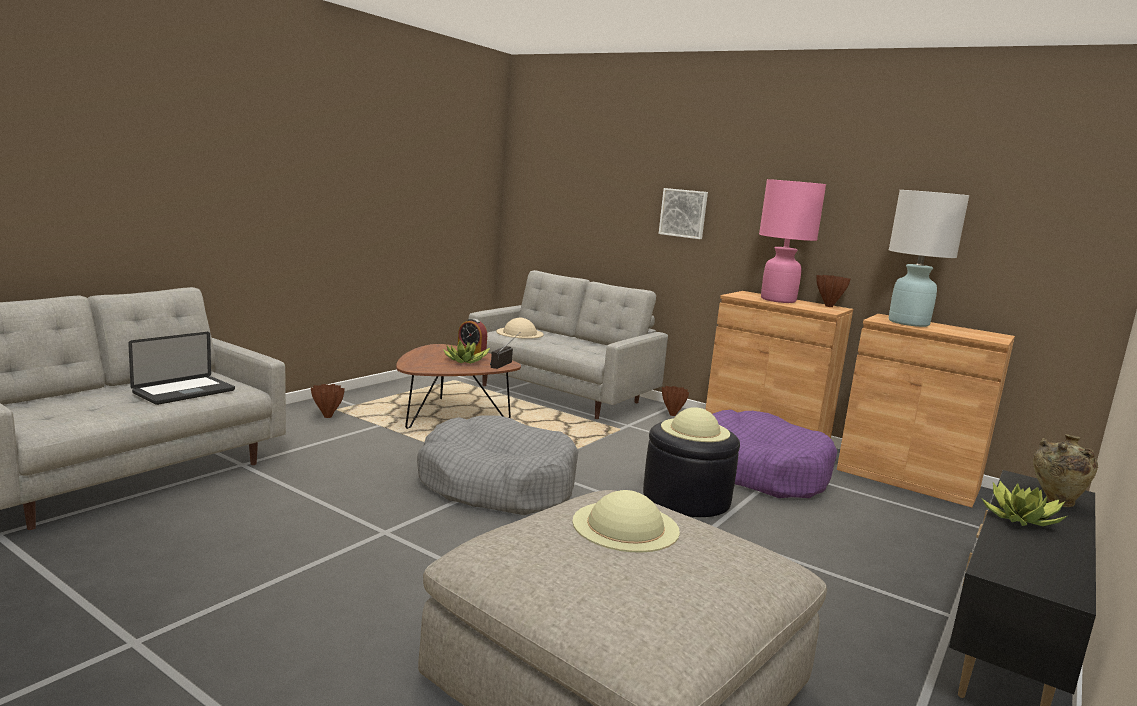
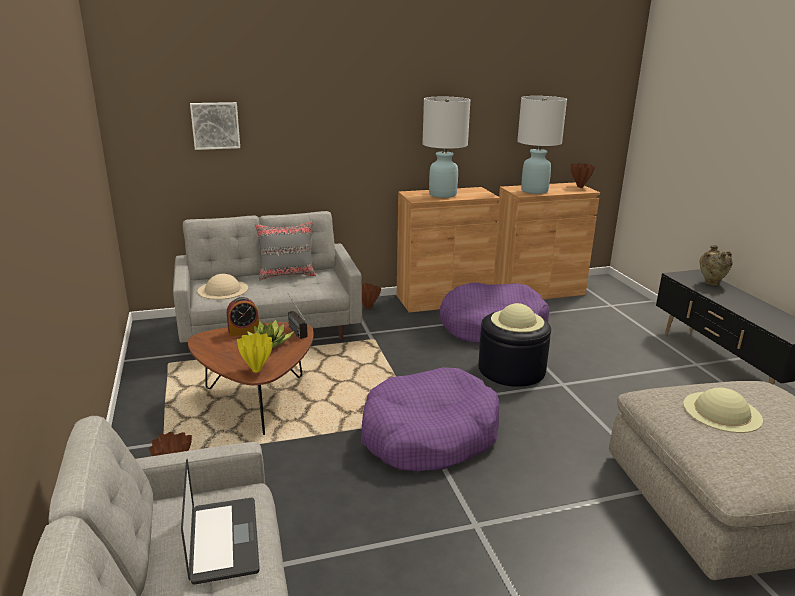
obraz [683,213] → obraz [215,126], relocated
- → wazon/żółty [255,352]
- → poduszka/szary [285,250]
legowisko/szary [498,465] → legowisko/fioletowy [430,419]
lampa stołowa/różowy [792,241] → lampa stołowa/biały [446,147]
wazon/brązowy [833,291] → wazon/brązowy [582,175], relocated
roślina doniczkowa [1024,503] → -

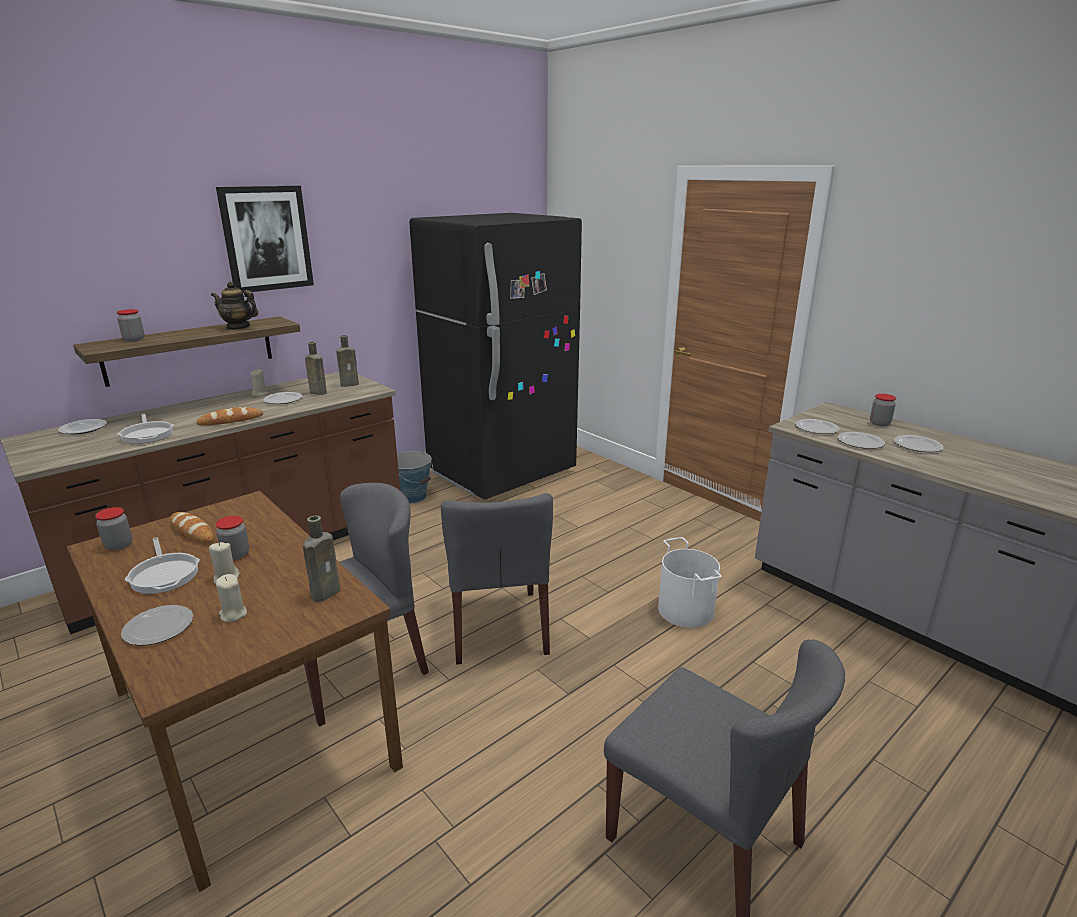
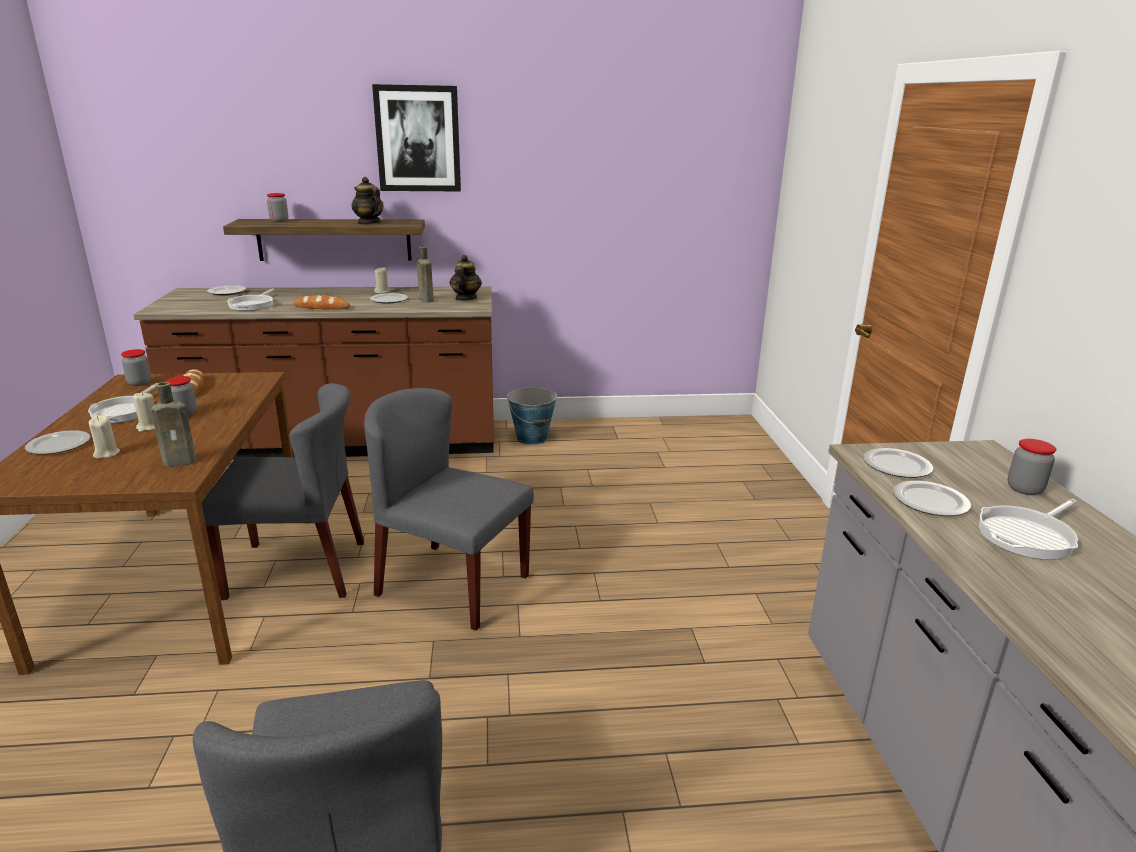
krzesło/szary [497,579] → krzesło/szary [449,509], 90 degrees clockwise
butelka/brązowy [347,361] → imbryk [466,278]
talerz [918,443] → patelnia [1028,529]
lodówka/czarny [495,356] → -
wiadro/biały [690,582] → -

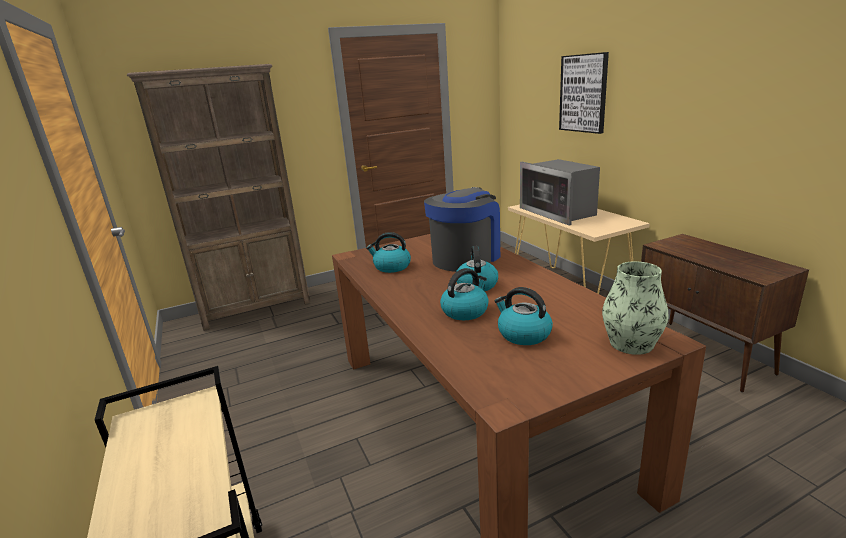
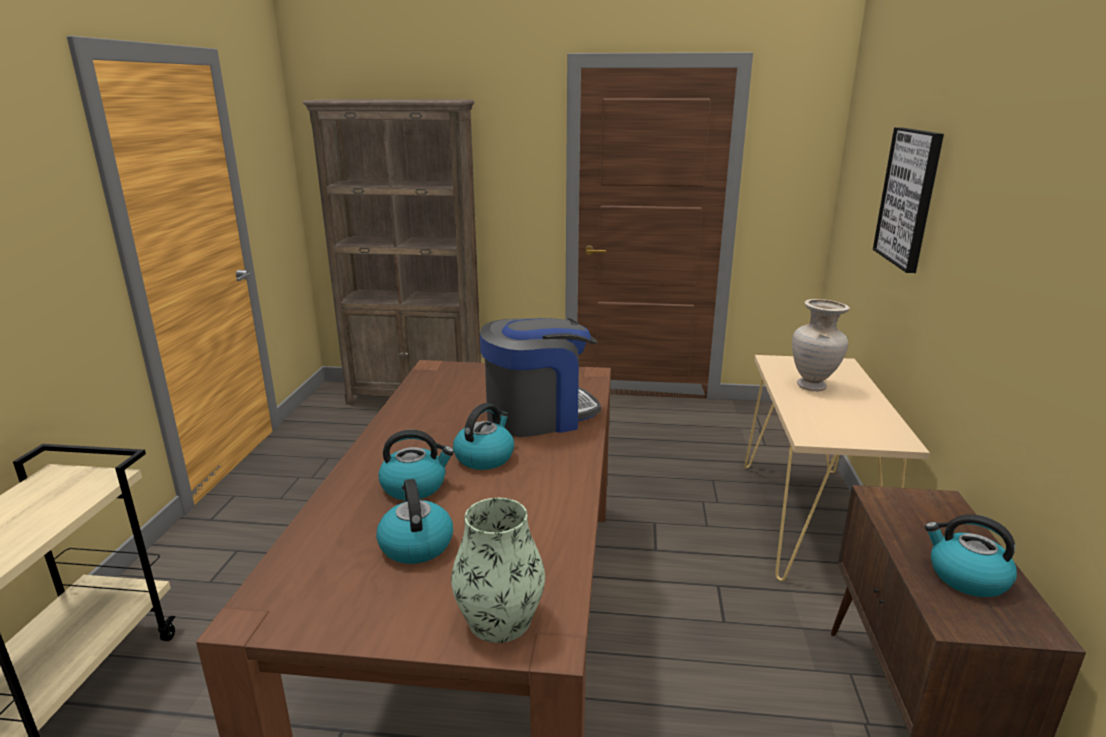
mikrofalówka [560,192] → wazon/beżowy [821,345]
czajnik [388,252] → czajnik [971,555], relocated

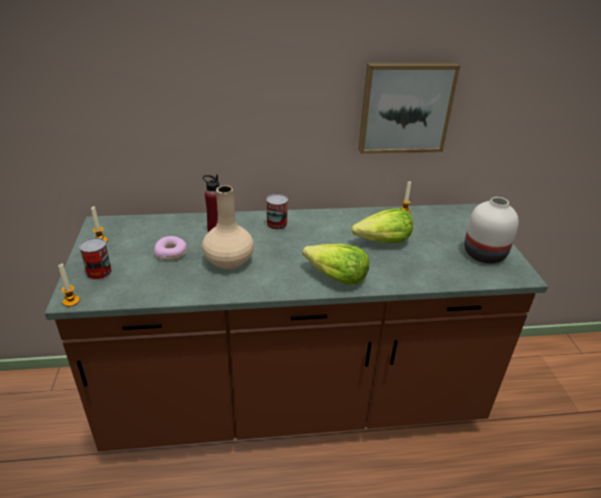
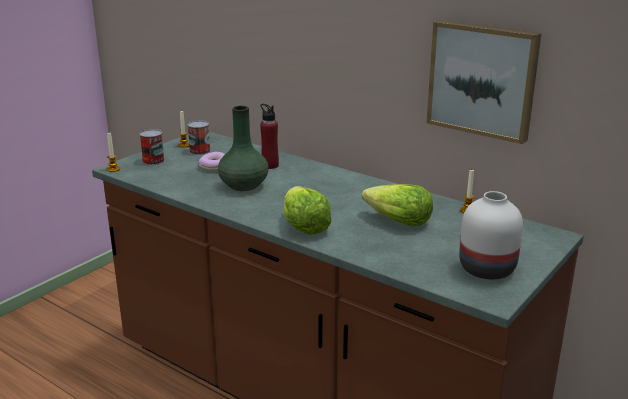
puszka [277,212] → puszka [199,137], relocated
wazon/beżowy [228,227] → wazon/zielony [243,148]

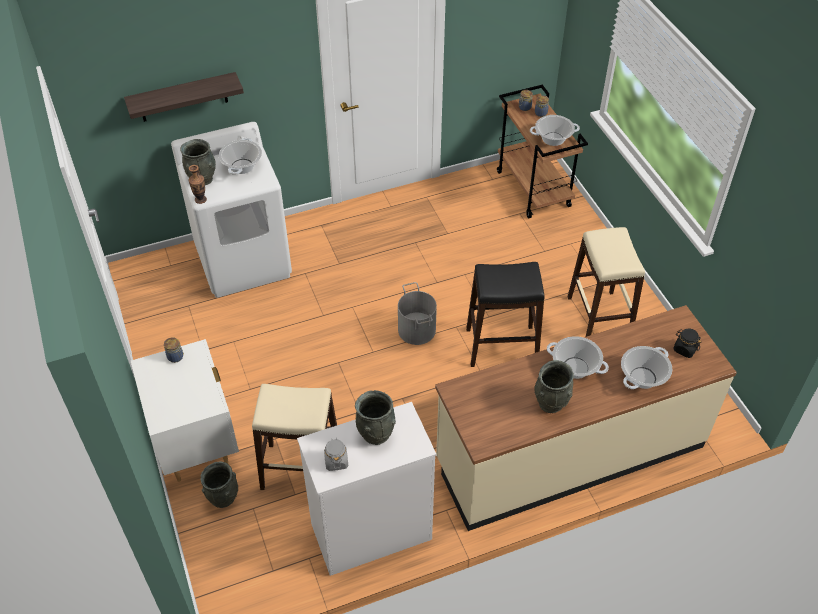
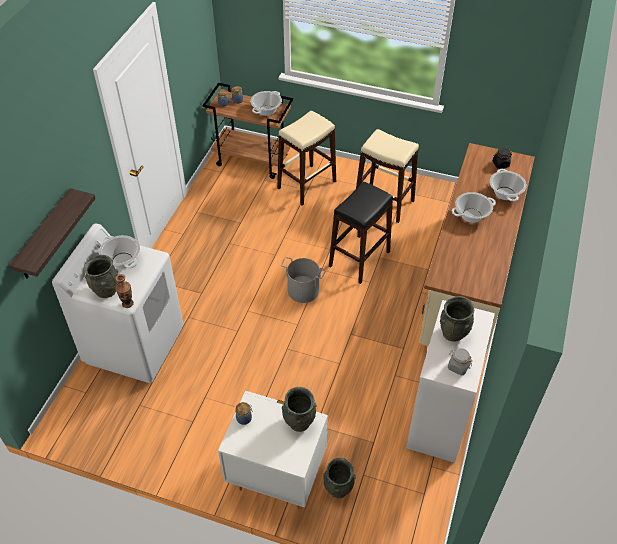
stołek/beżowy [294,437] → stołek/beżowy [306,158], relocated
wazon/szary [554,386] → wazon/szary [299,409], relocated

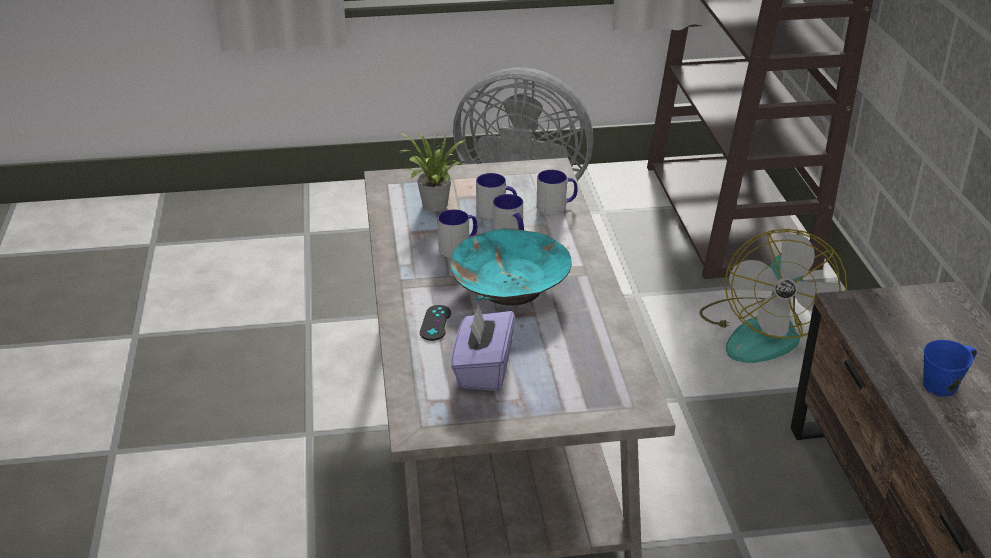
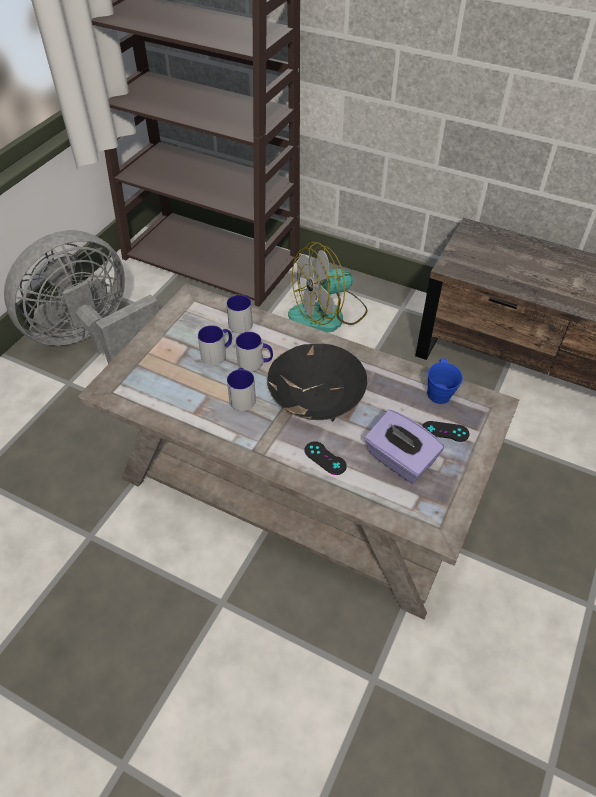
miska/turkusowy [511,266] → miska/czarny [317,382]
wentylator [773,296] → wentylator [327,287], 105 degrees clockwise
- → pad do gier/czarny [446,431]
kubek/niebieski [950,368] → kubek/niebieski [445,381], relocated
roślina doniczkowa [433,171] → -

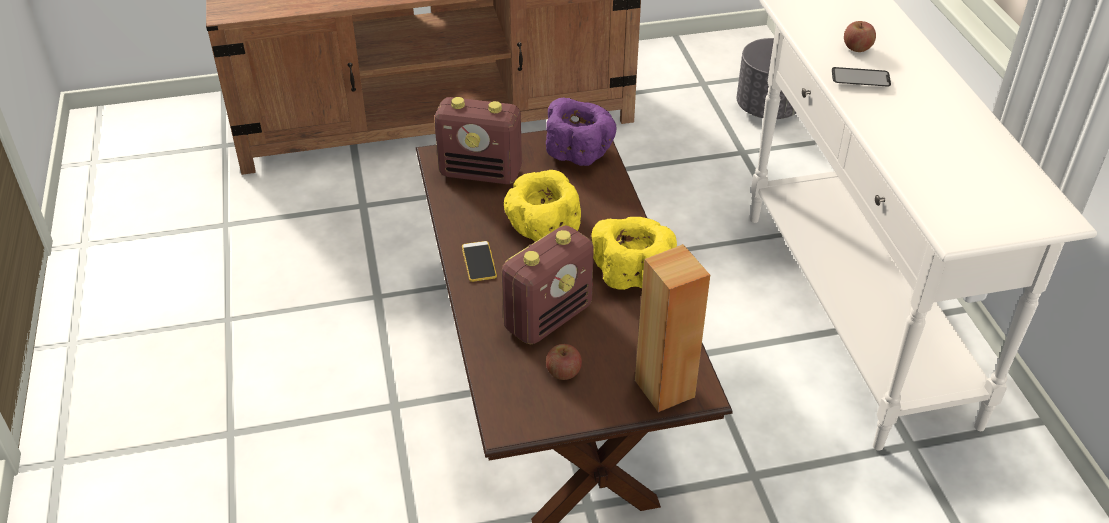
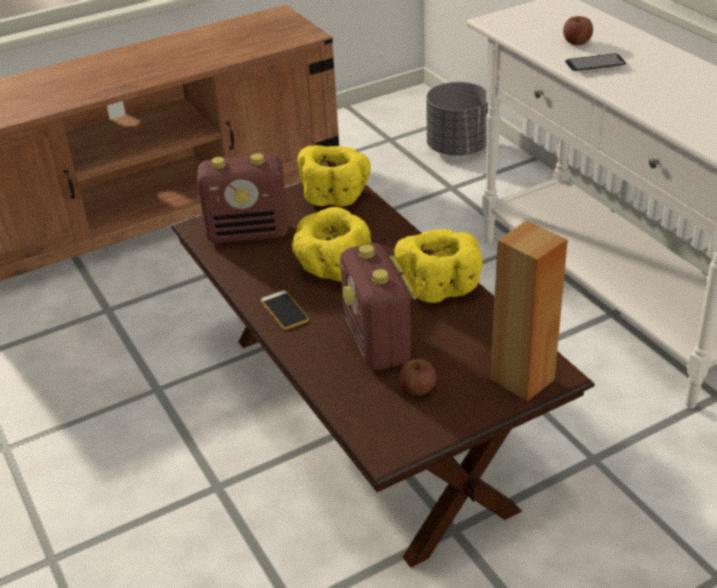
miska/fioletowy [581,132] → miska/żółty [334,176]
radio [548,285] → radio [378,306], 135 degrees clockwise

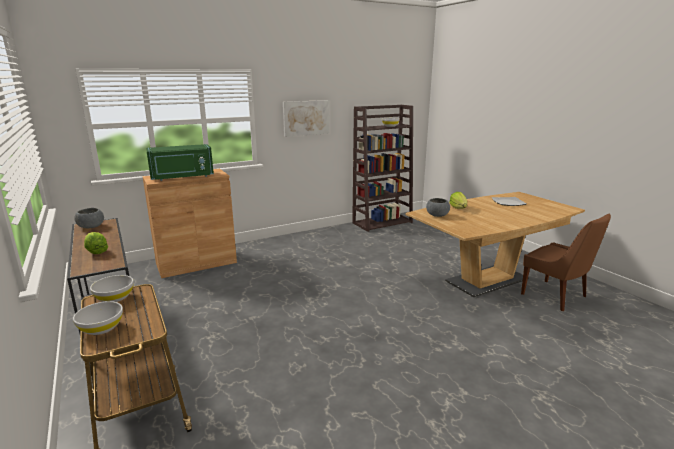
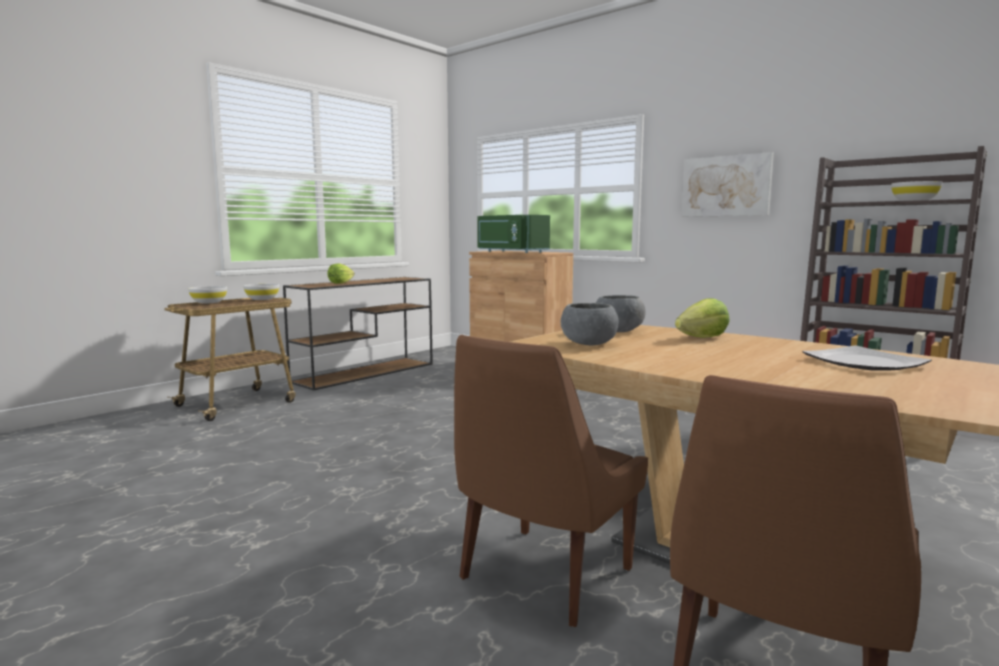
- → krzesło/brązowy [551,481]
miska/szary [89,218] → miska/szary [590,324], relocated

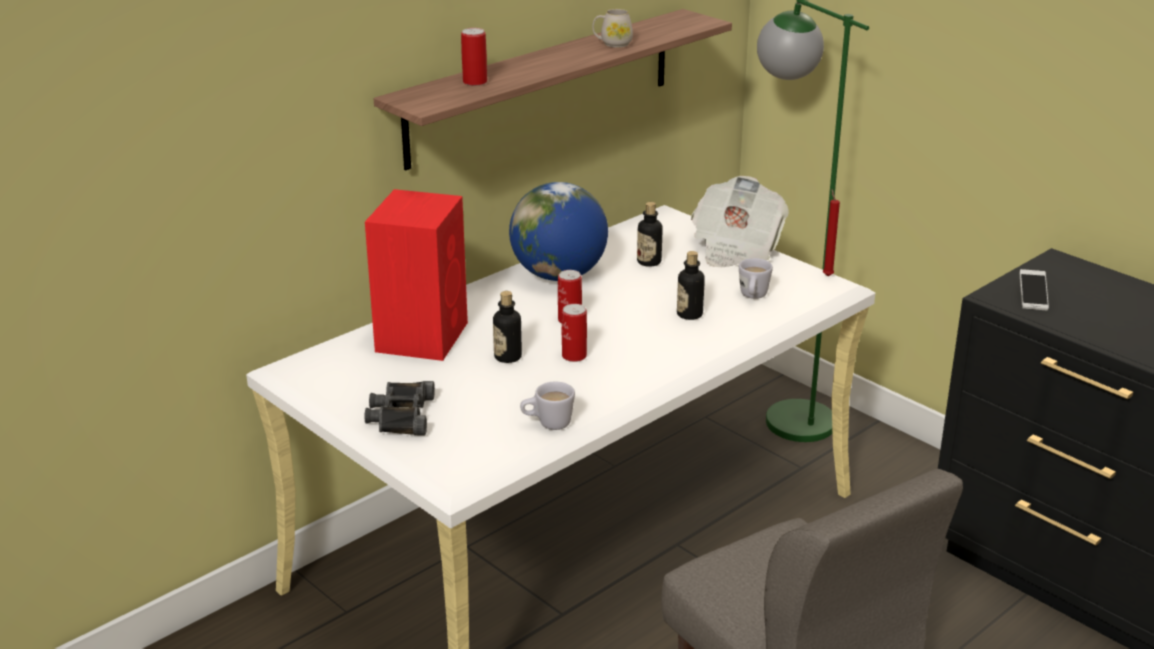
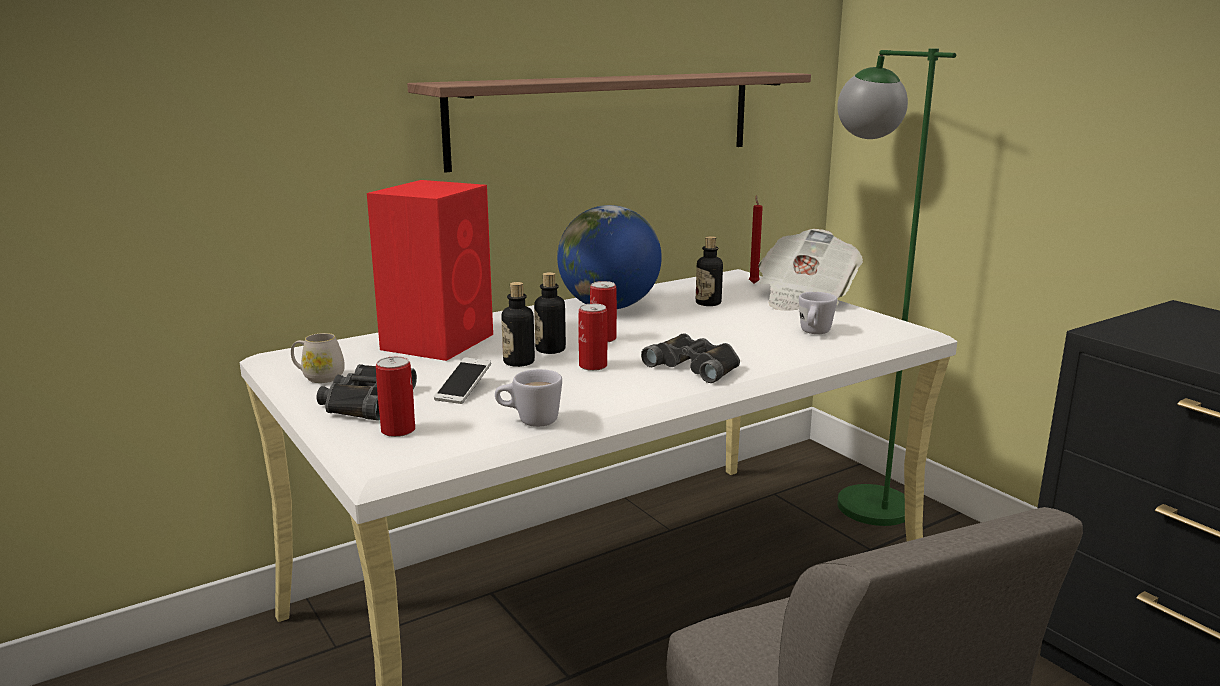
kubek/biały [612,28] → kubek/biały [318,358], relocated
puszka [474,57] → puszka [395,396], relocated
telefon [1034,289] → telefon [462,380], relocated
butelka [691,285] → butelka [550,313], relocated
- → lornetka/czarny [690,358]
świeca/czerwony [831,232] → świeca/czerwony [756,239], relocated

